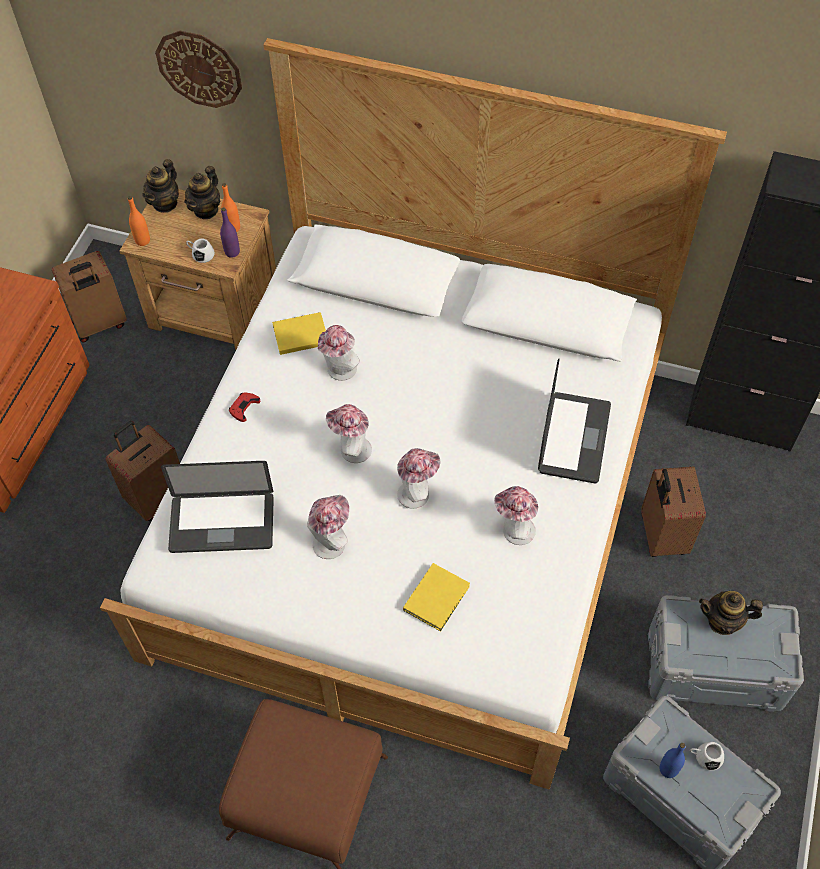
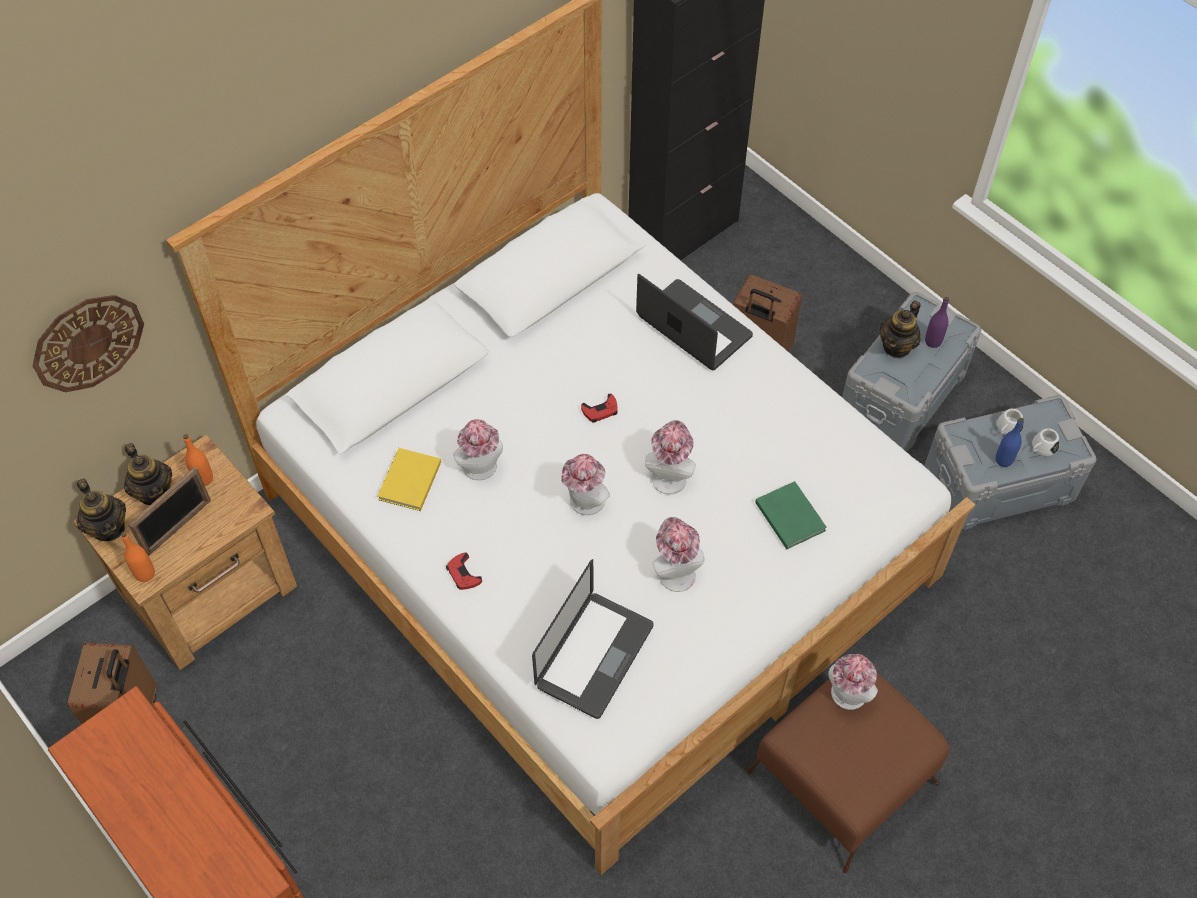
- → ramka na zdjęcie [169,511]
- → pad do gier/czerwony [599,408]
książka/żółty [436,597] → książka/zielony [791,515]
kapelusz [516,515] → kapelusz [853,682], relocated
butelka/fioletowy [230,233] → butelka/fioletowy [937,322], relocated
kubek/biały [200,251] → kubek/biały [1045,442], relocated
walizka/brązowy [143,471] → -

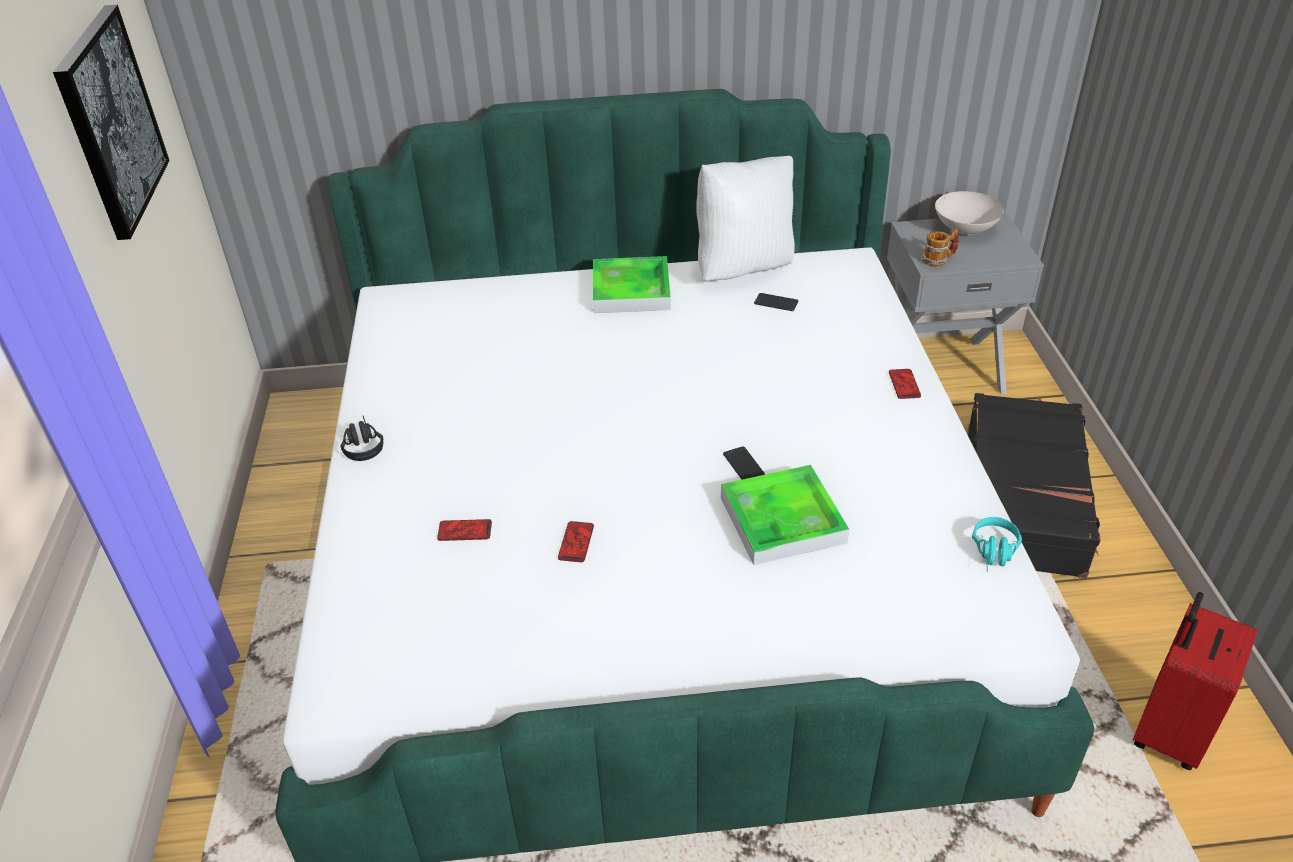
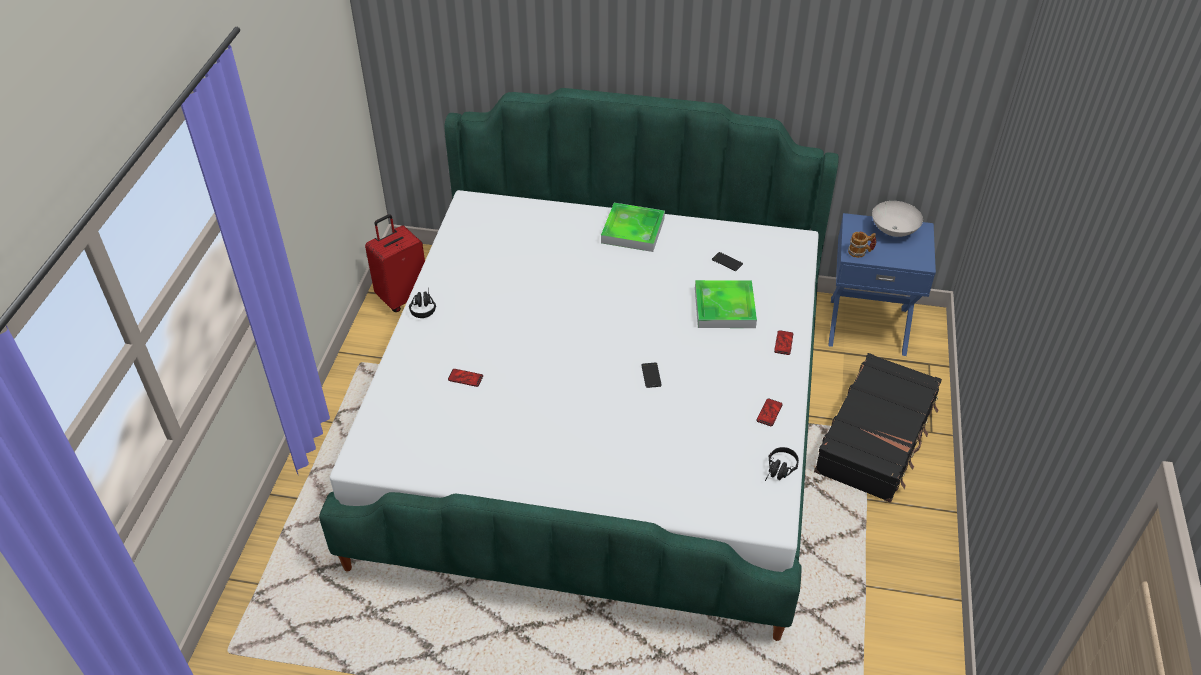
walizka/czerwony [1195,681] → walizka/czerwony [395,263], relocated
taca [785,515] → taca [726,304], relocated
telefon [576,541] → telefon [770,412], relocated
słuchawki/turkusowy [997,544] → słuchawki/czarny [782,464]
szafka nocna/szary [965,304] → szafka nocna/niebieski [882,284]
obraz [111,122] → -
poduszka/biały [745,218] → -

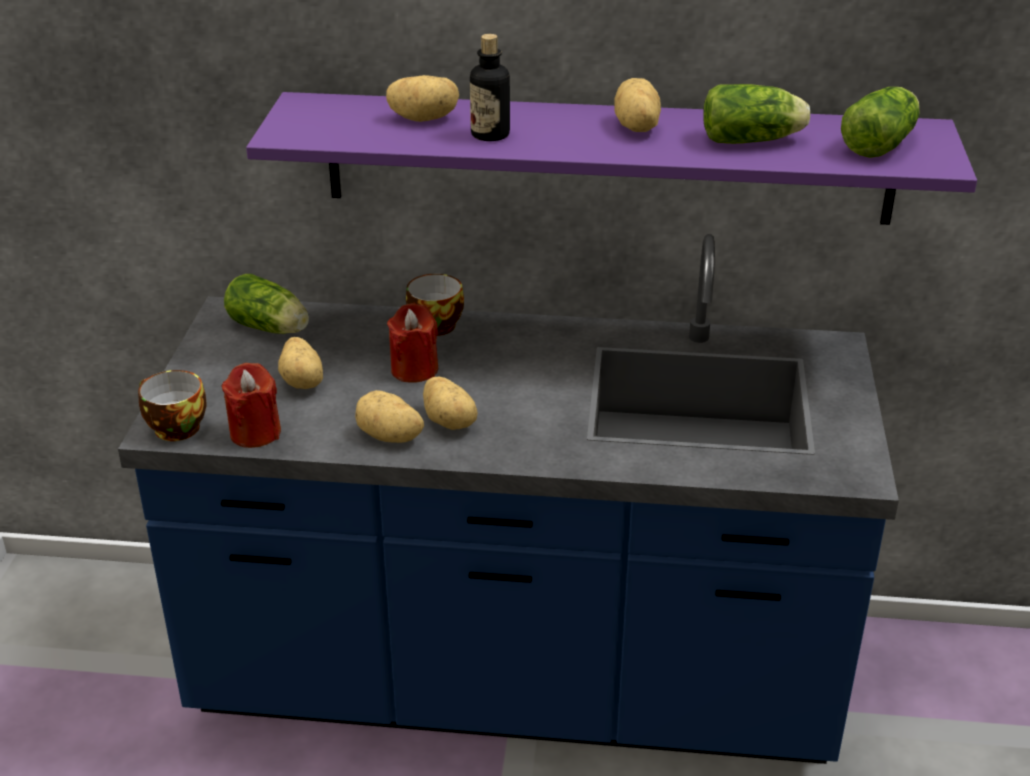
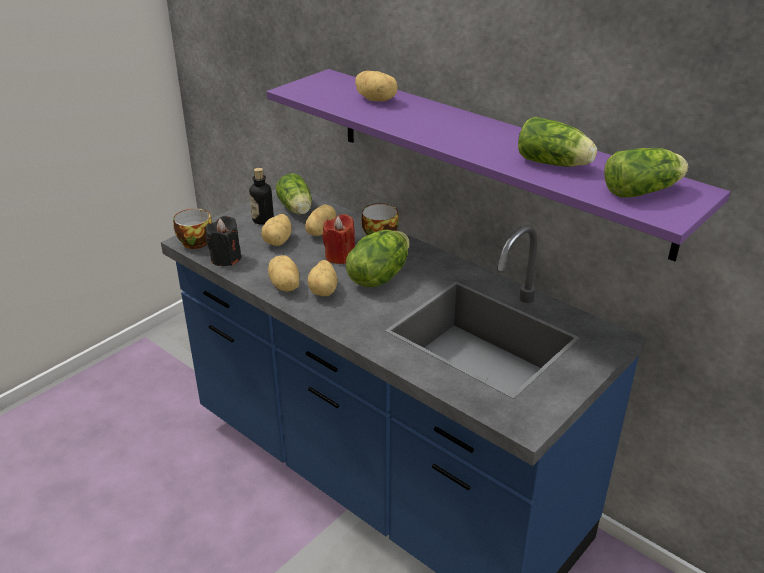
świeca/czerwony [251,405] → świeca/czarny [223,241]
butelka [490,87] → butelka [261,196], relocated
ziemniak [637,105] → ziemniak [321,220], relocated
- → sałata [378,258]

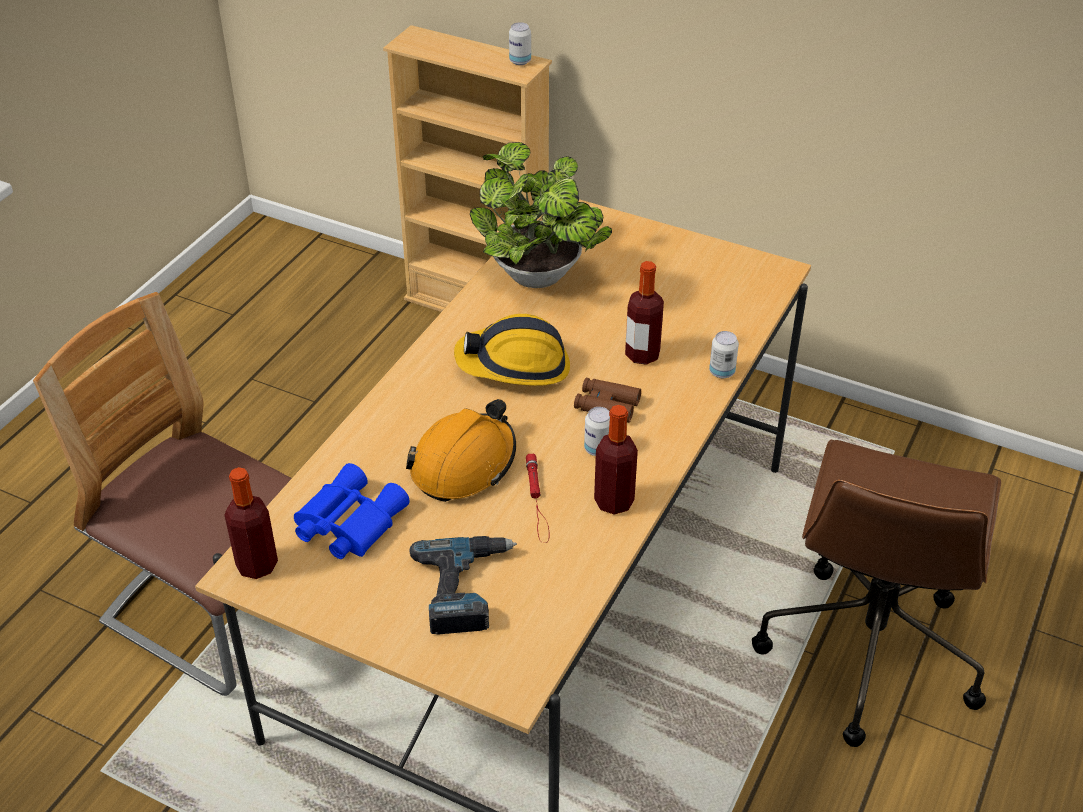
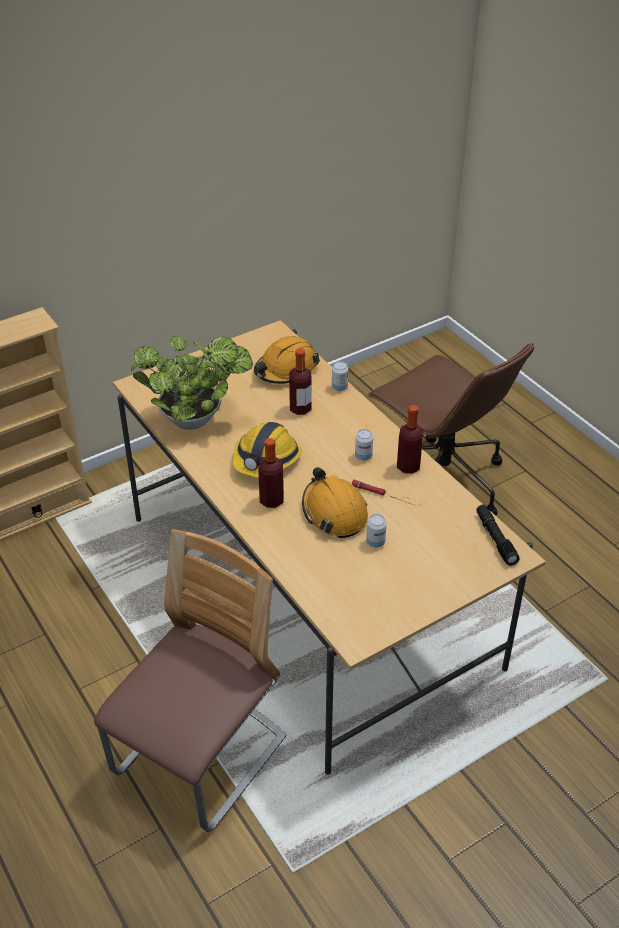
krzesło [162,494] → krzesło [190,680], 150 degrees clockwise
- → kask/pomarańczowy [287,360]
butelka [251,523] → butelka [271,473], relocated
puszka [520,43] → puszka [376,531], relocated
- → latarka/czarny [498,535]
lornetka/niebieski [352,511] → -
wiertarka [463,585] → -
lornetka/brązowy [607,400] → -

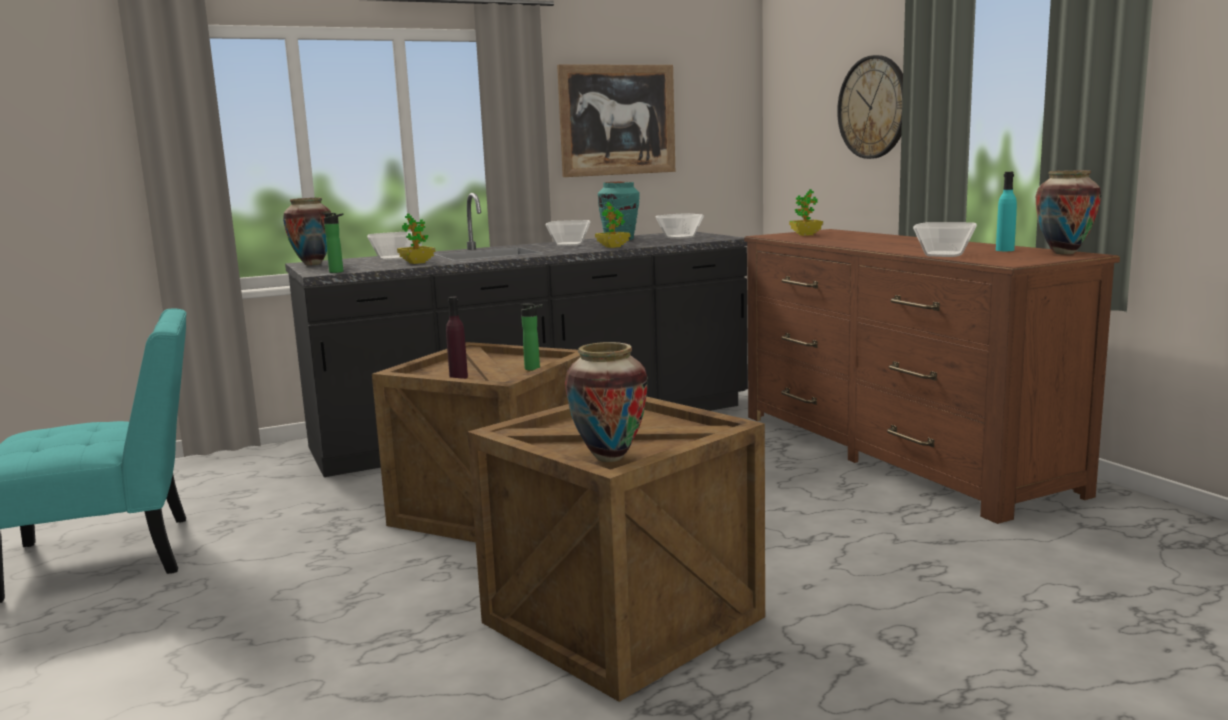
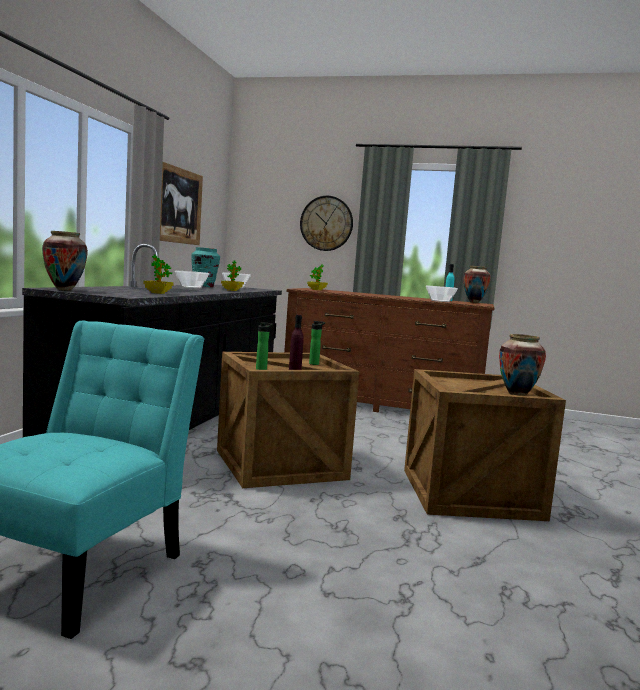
butelka [333,243] → butelka [264,346], relocated
miska [390,246] → -

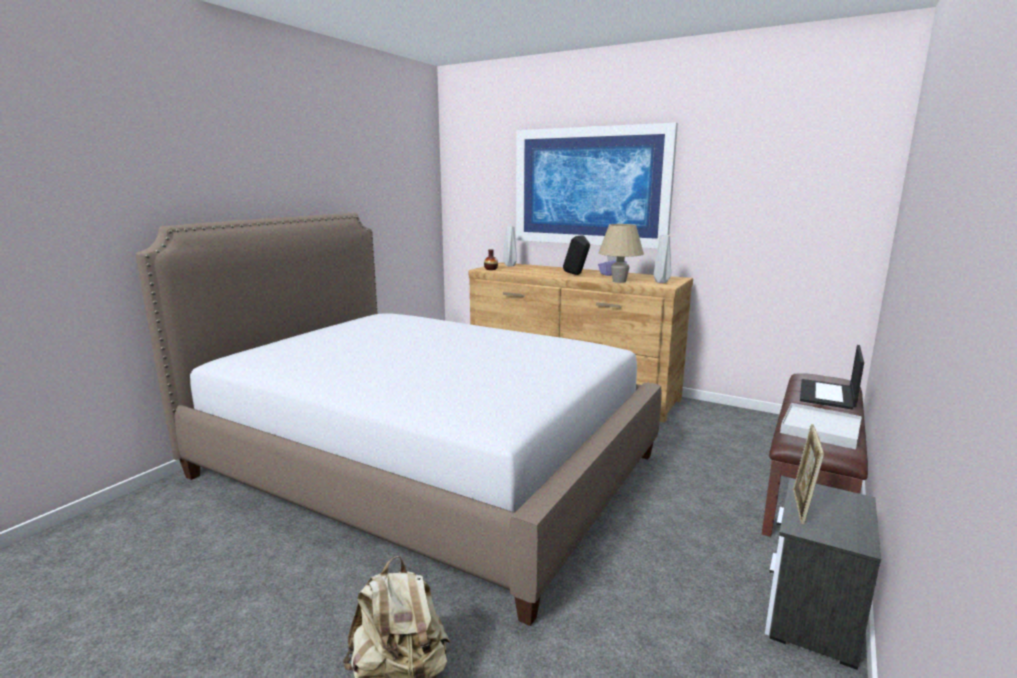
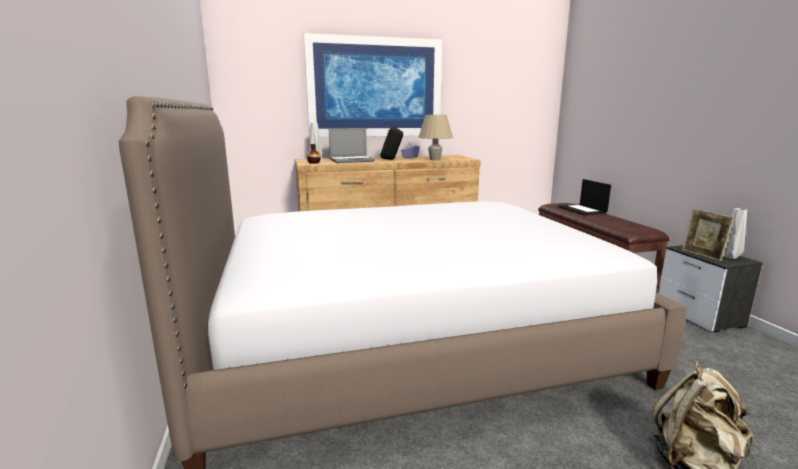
- → laptop [351,145]
wazon/szary [662,259] → wazon/szary [735,233], relocated
taca/biały [821,426] → -

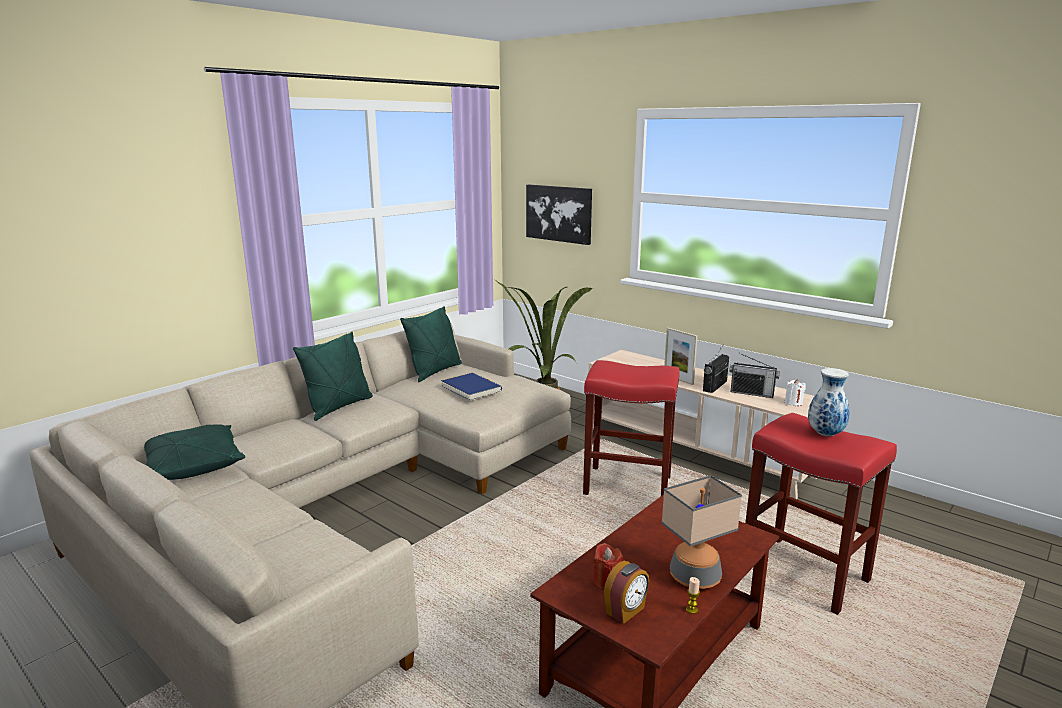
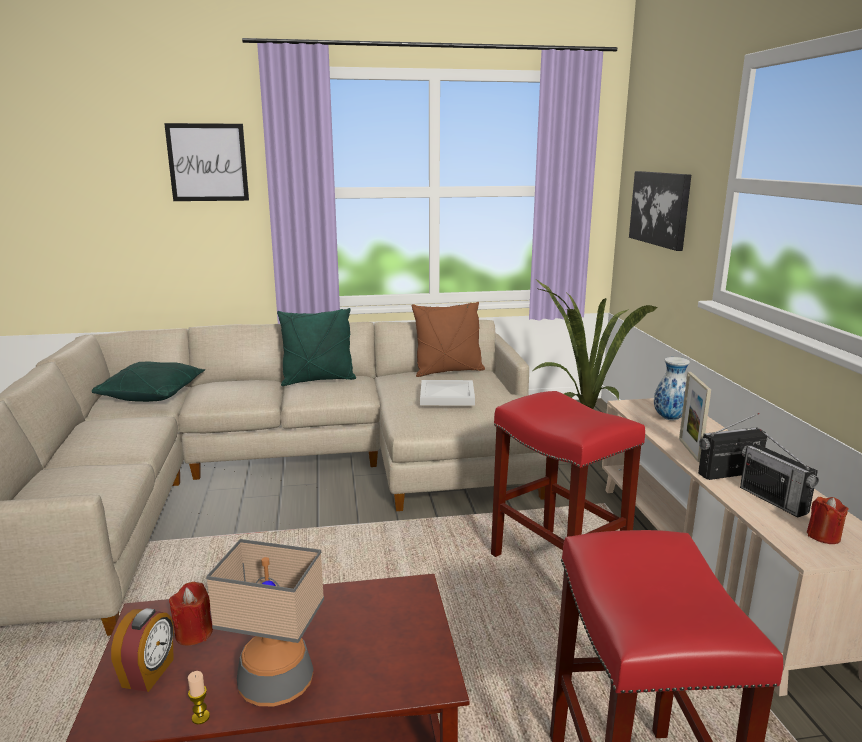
budzik [626,592] → budzik [142,650], 75 degrees counterclockwise
- → obraz [206,162]
poduszka/zielony [431,344] → poduszka/brązowy [448,339]
książka/niebieski [471,387] → taca/biały [447,393]
wazon [829,402] → wazon [672,388], relocated
świeca/biały [795,392] → świeca/czerwony [828,520]

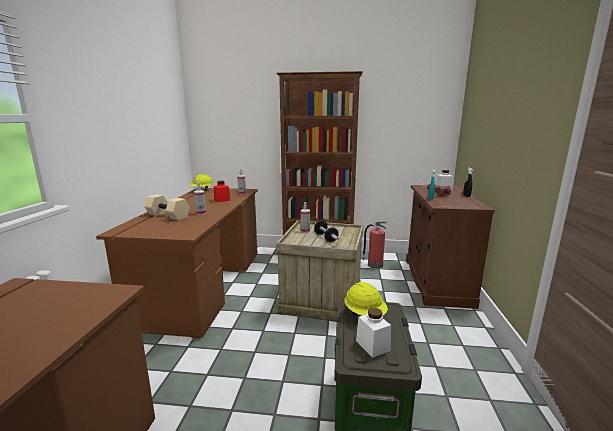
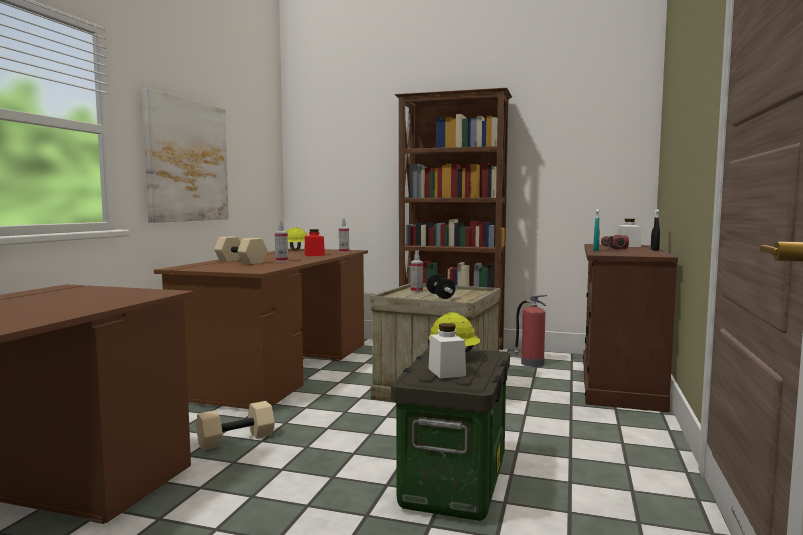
- → obraz [185,155]
- → hantel/beżowy [235,425]

